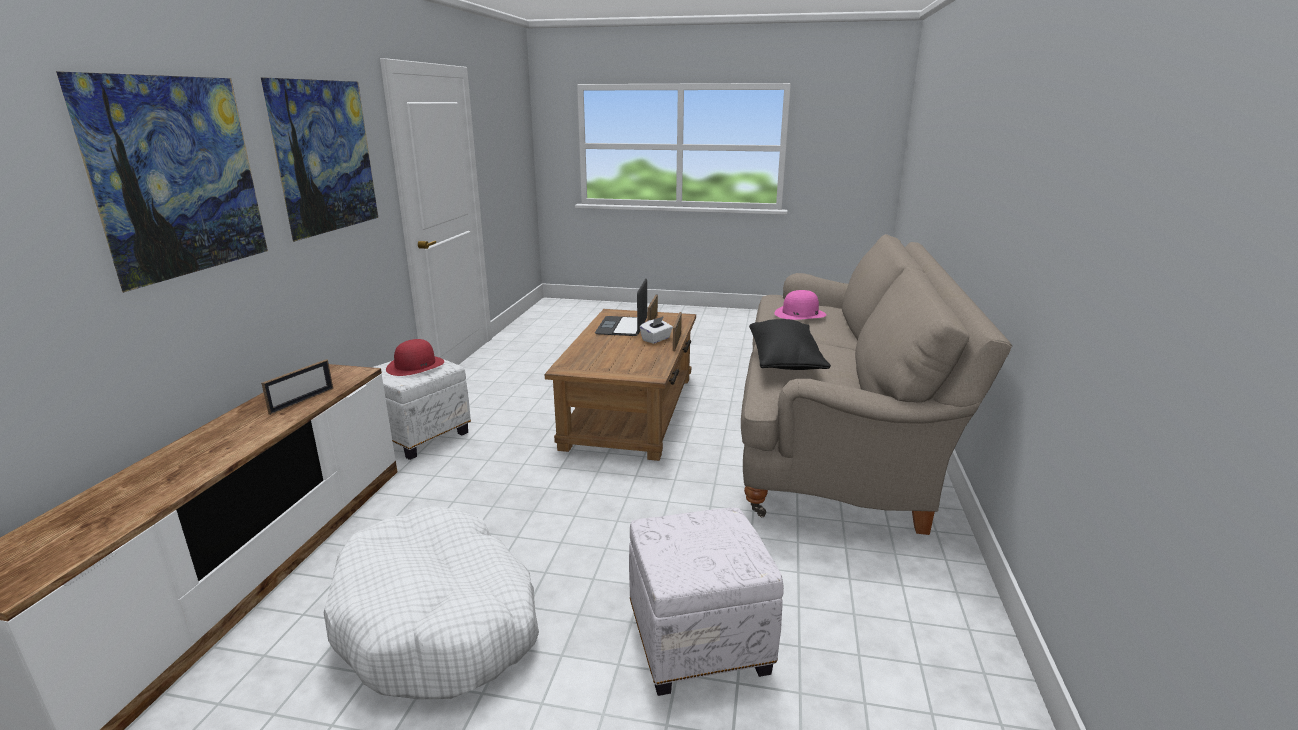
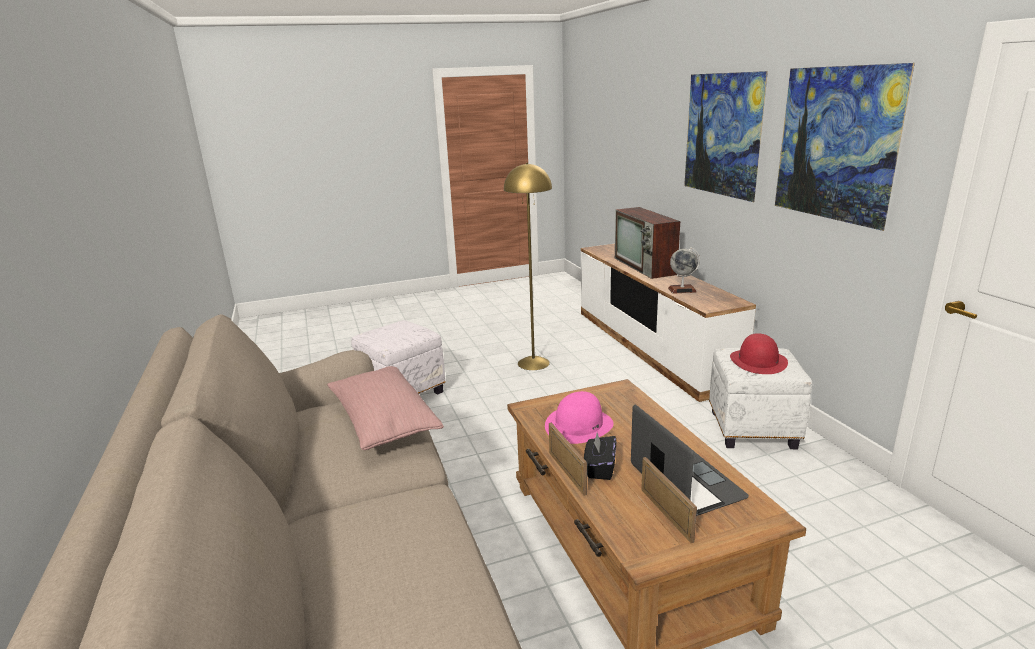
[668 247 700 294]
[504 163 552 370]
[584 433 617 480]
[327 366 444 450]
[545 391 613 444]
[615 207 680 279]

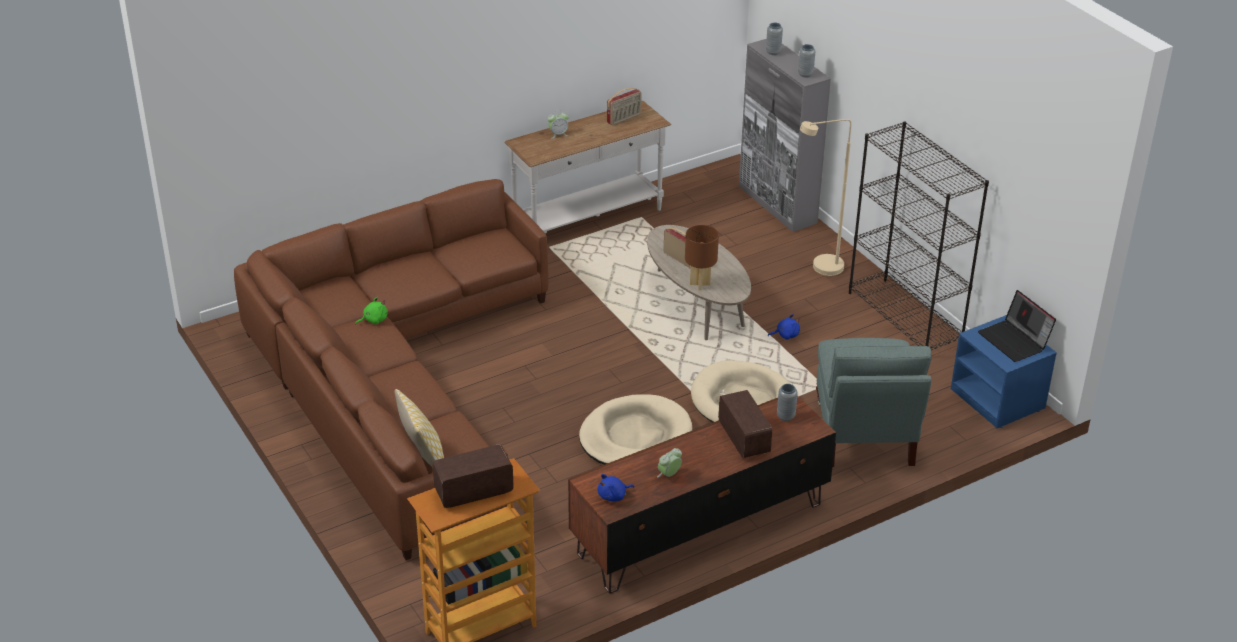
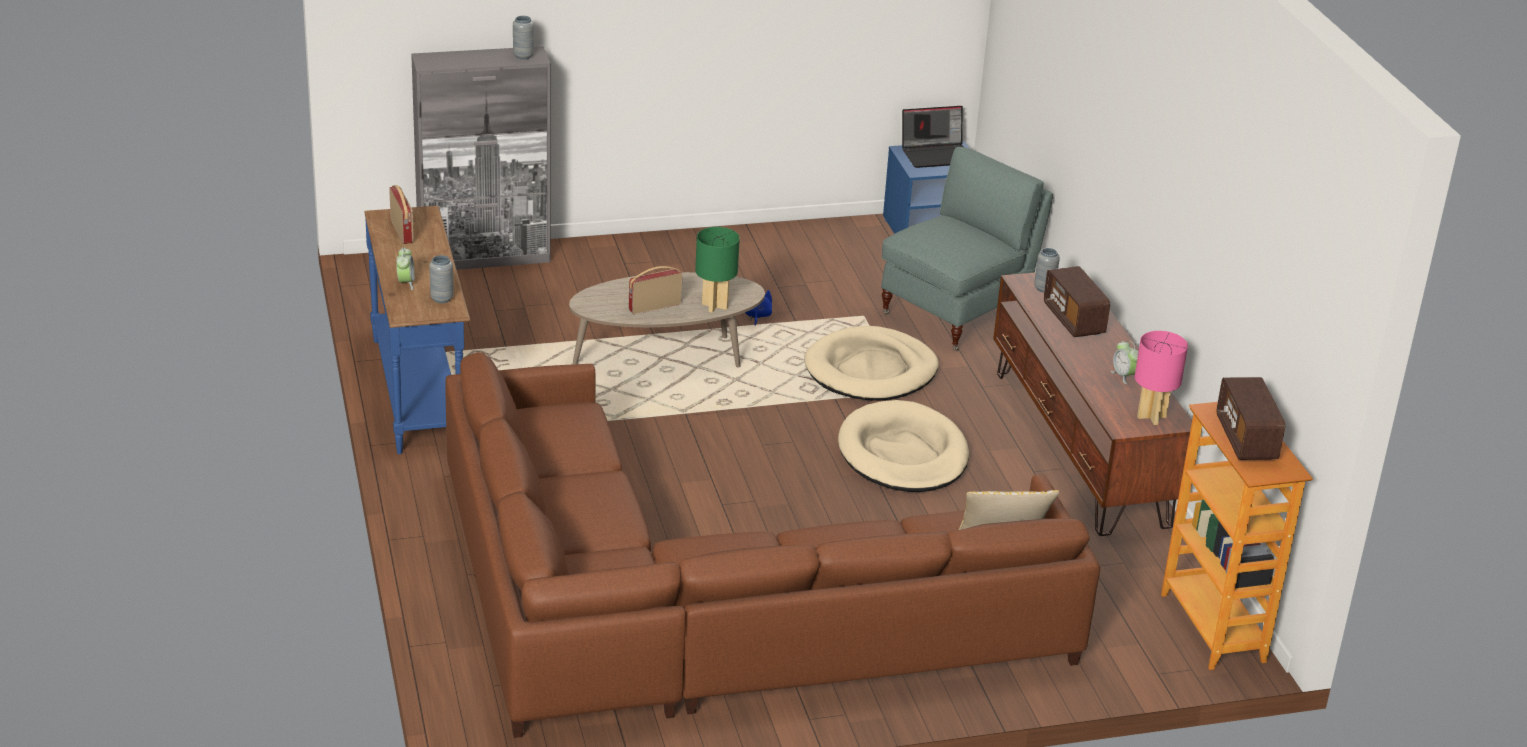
[355 297 388 325] (first image)
[364 206 471 454]
[1135 331 1188 425]
[695 227 740 313]
[1044 266 1110 337]
[429 255 454 303]
[800 119 852 276] (first image)
[881 147 1053 351]
[849 121 989 350] (first image)

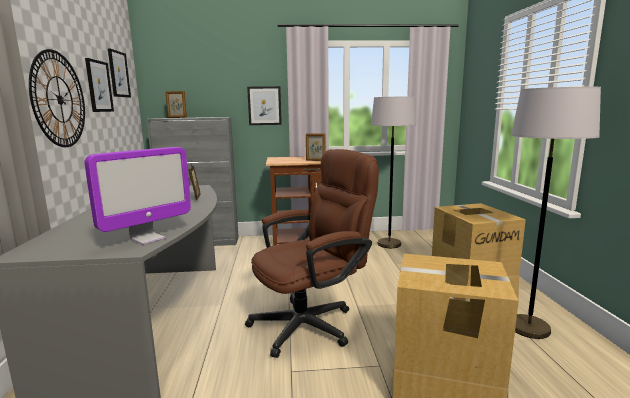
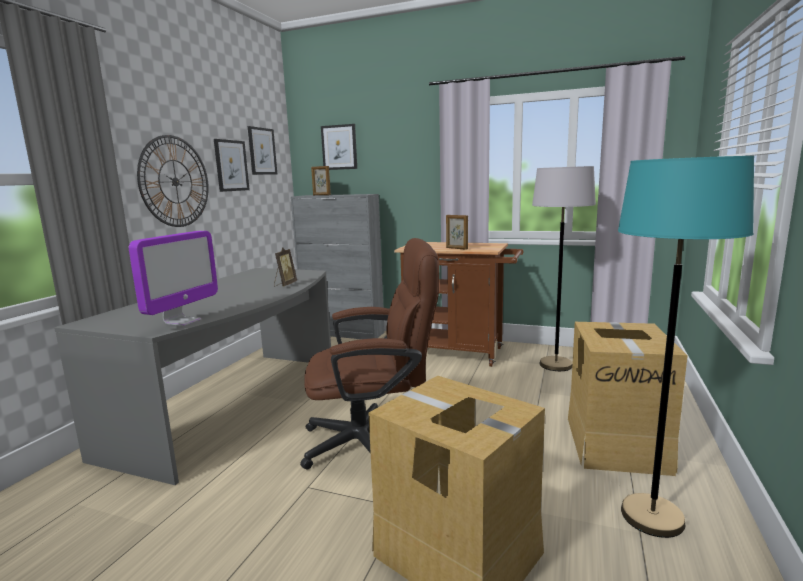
[129 231 218 326]
[321 124 357 170]
[618 156 754 538]

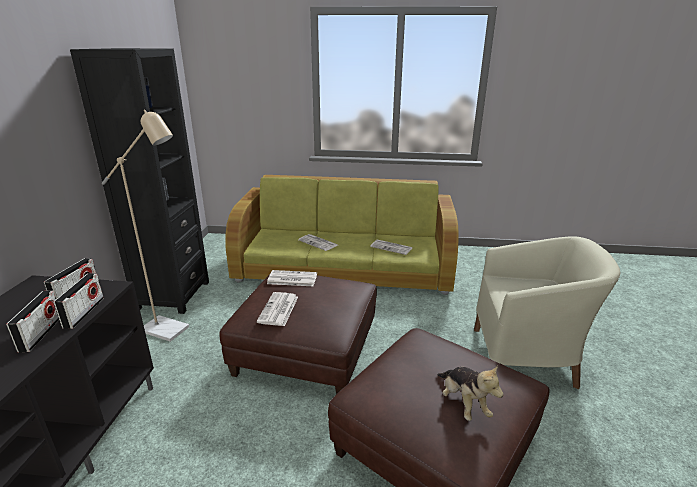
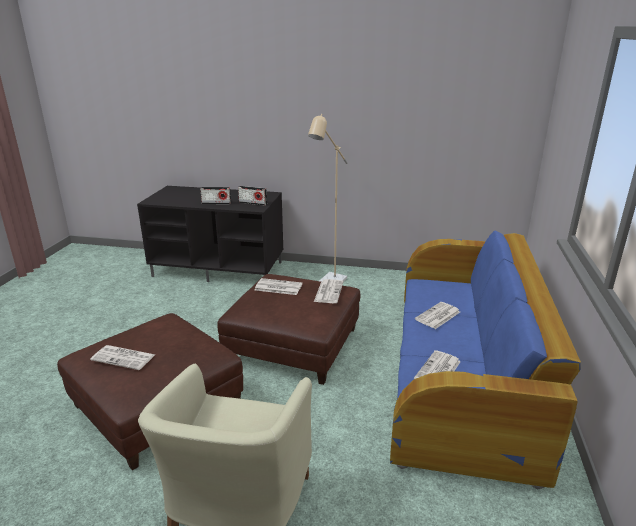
[54 273 104 329] (first image)
[70 48 209 314] (first image)
[390 231 581 489]
[90 345 155 370]

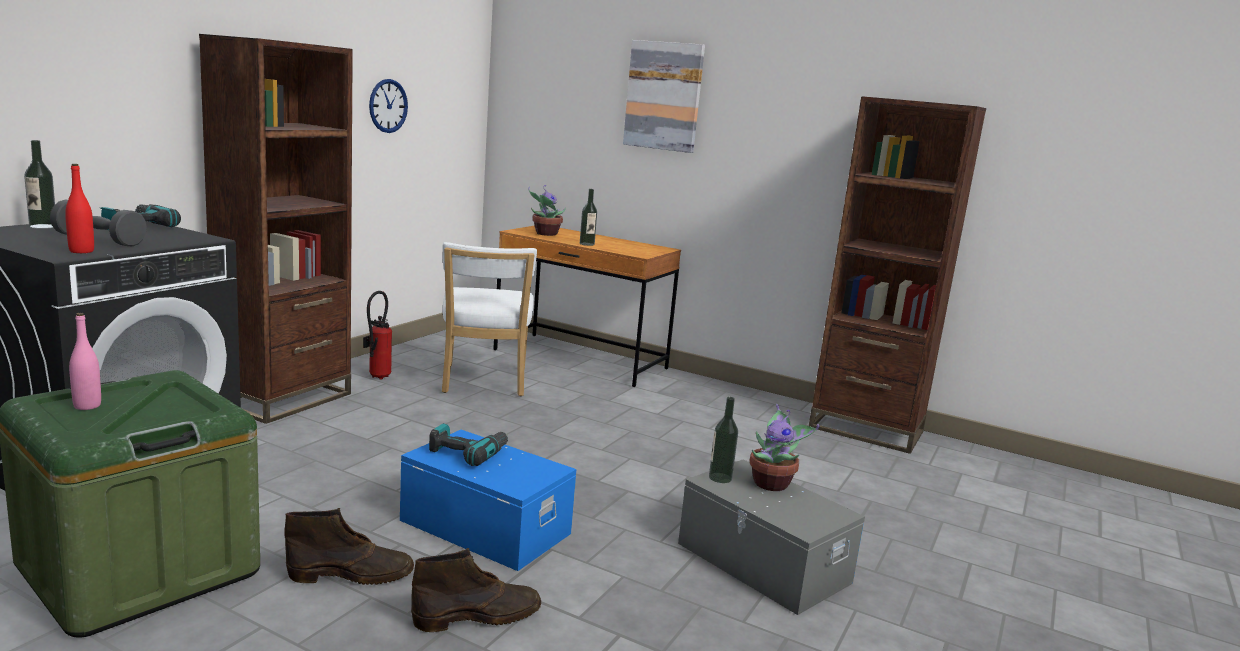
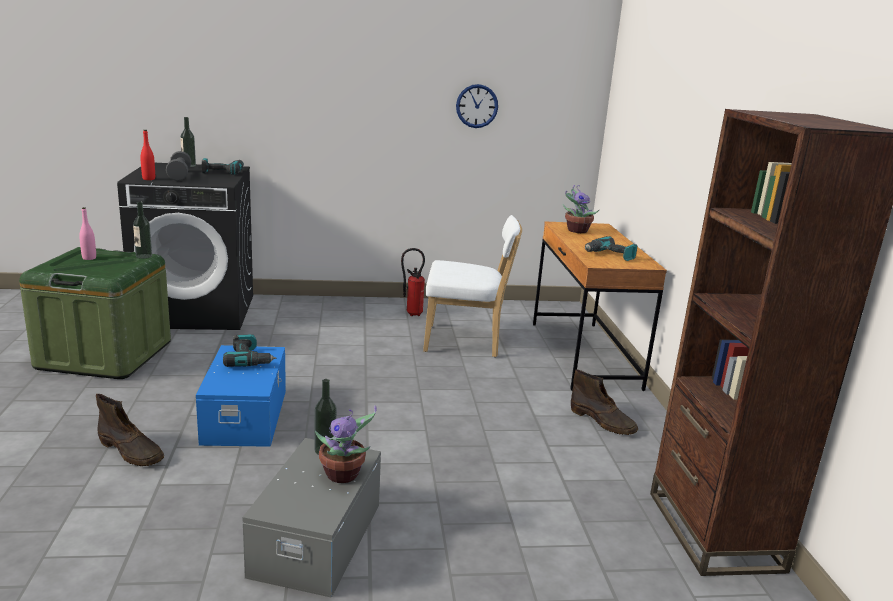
[199 34 353 424] (first image)
[571 369 638 435]
[423 215 522 357]
[133 202 152 259]
[623 40 705 153] (first image)
[585 236 637 261]

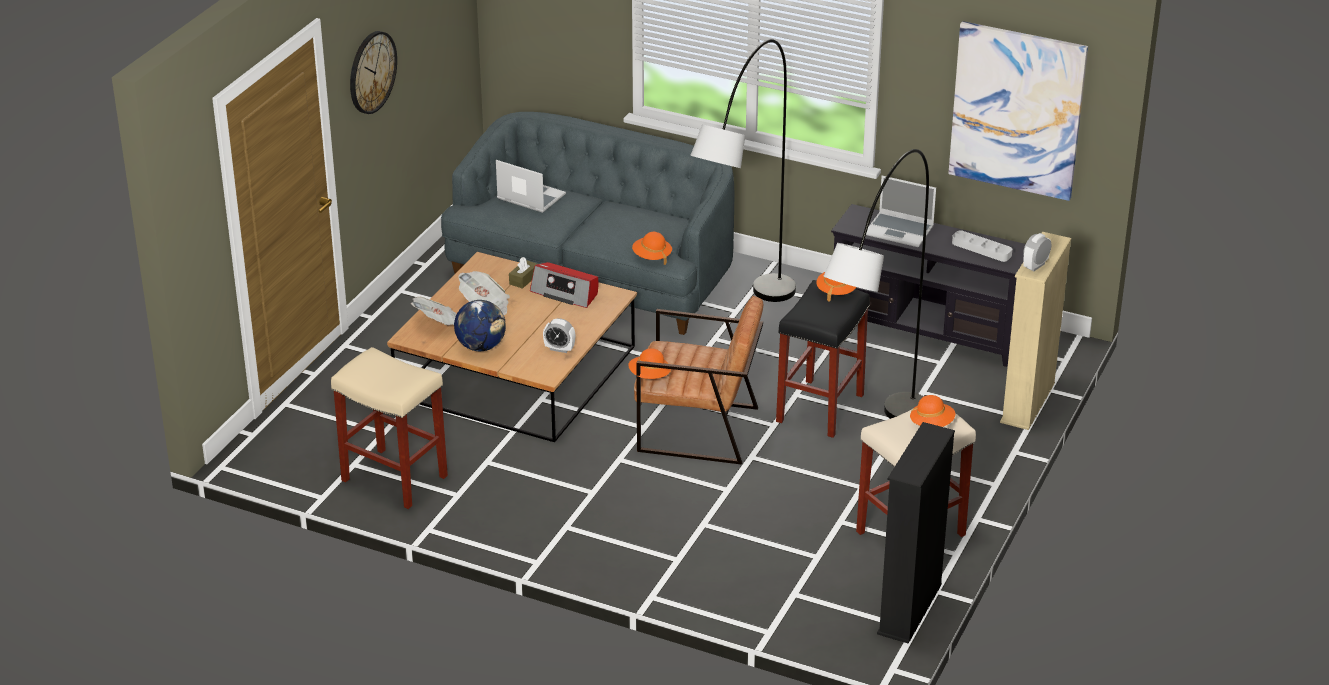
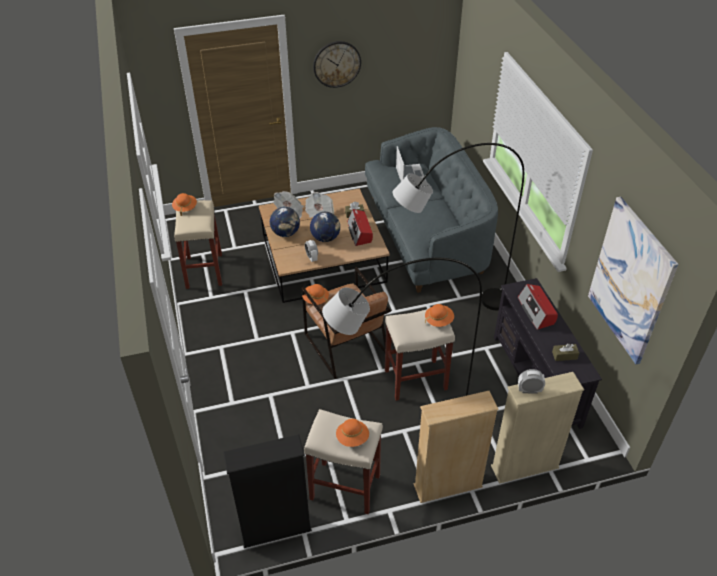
[172 193 197 216]
[385 309 455 401]
[518 284 558 330]
[552 344 579 361]
[310 212 340 242]
[414 391 499 503]

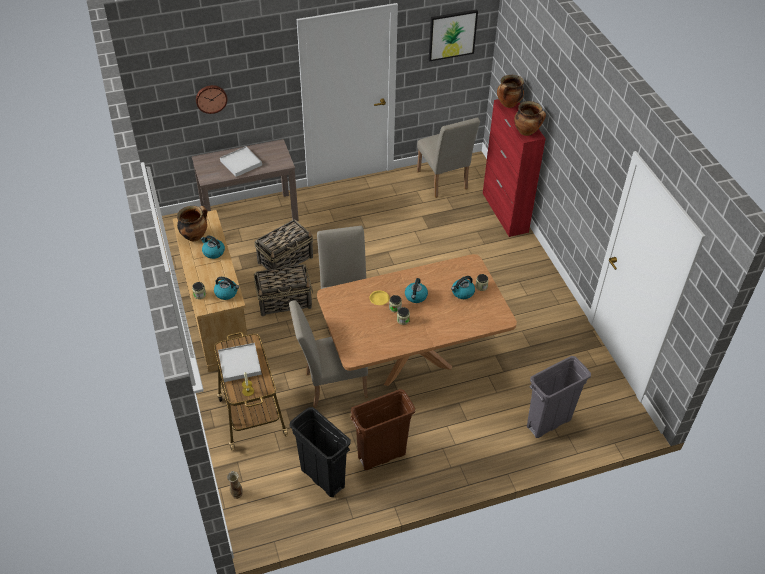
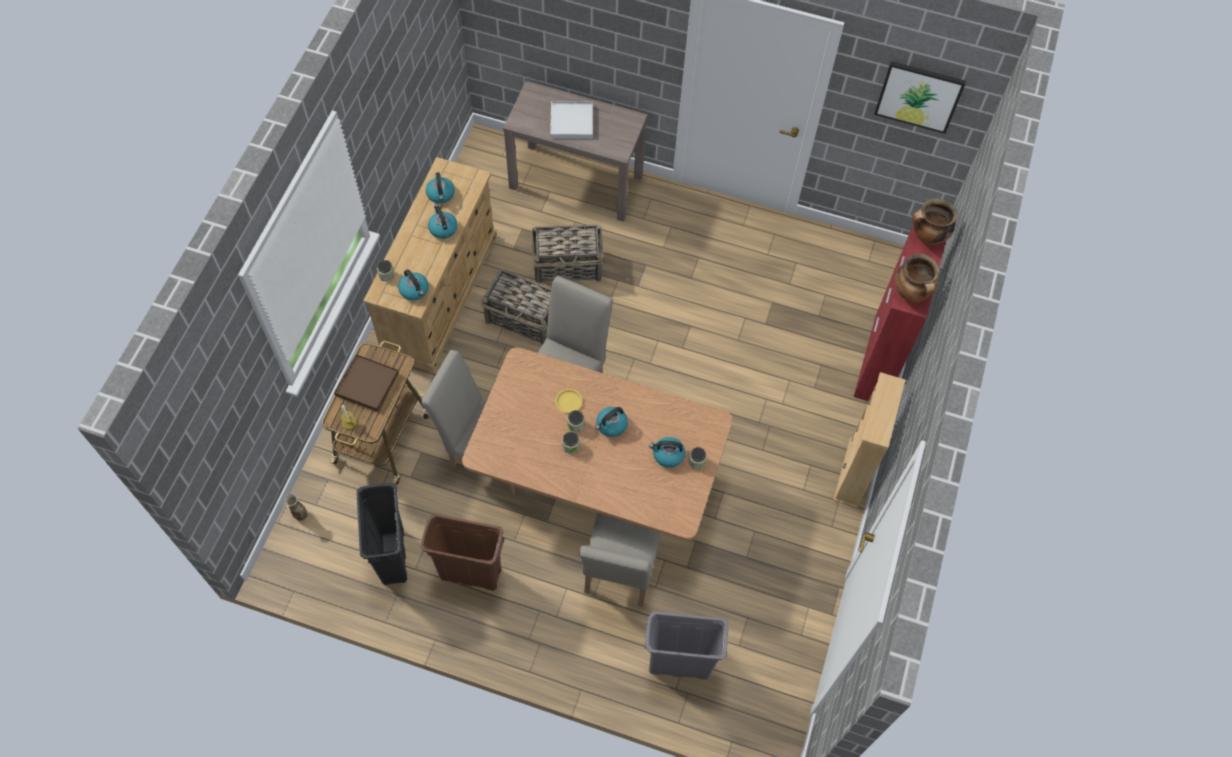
[426 172 455 204]
[196 85 227 114] (first image)
[334 354 399 412]
[579 512 661 607]
[833 372 906 508]

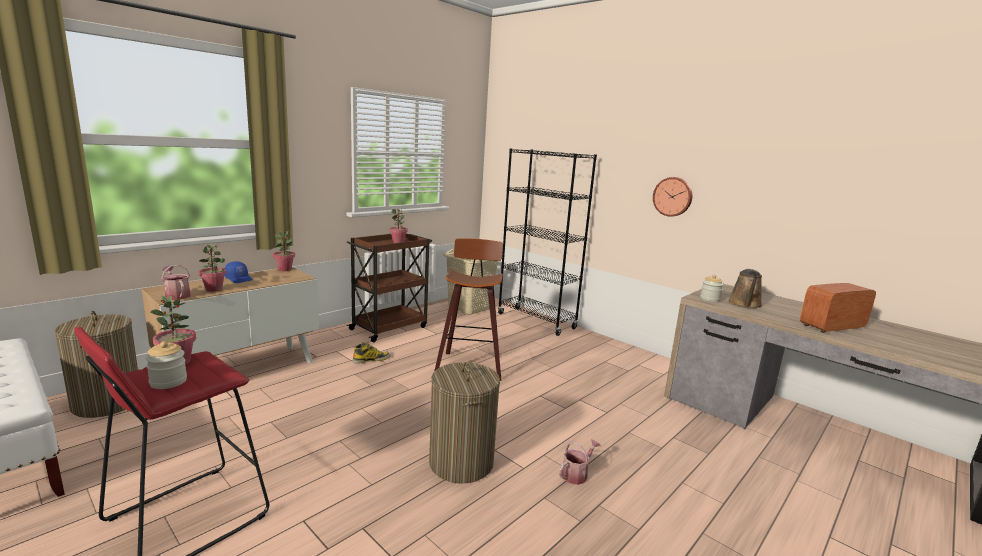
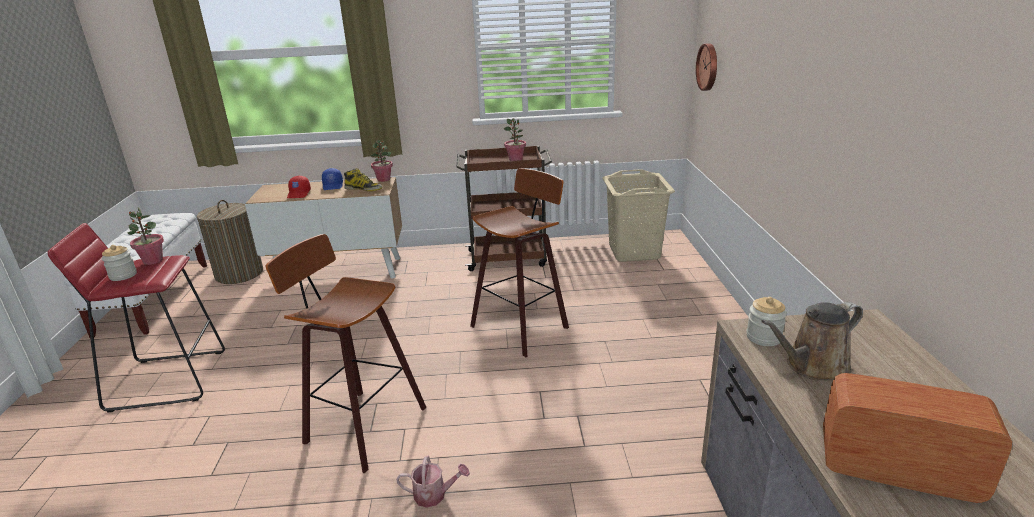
[162 265 191 300] (first image)
[287 176 311 198]
[344 168 383 191]
[266 234 426 474]
[498 148 597 336] (first image)
[696 43 717 91]

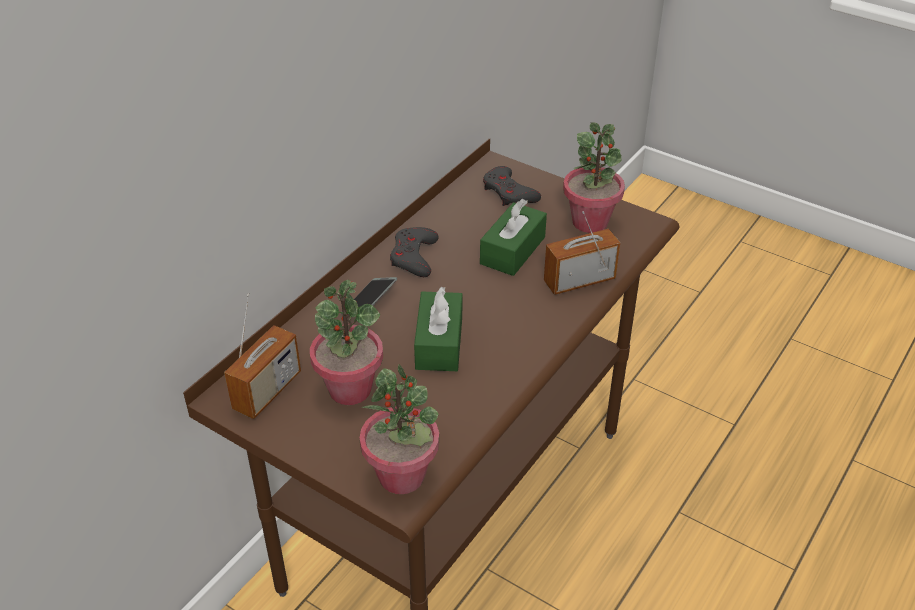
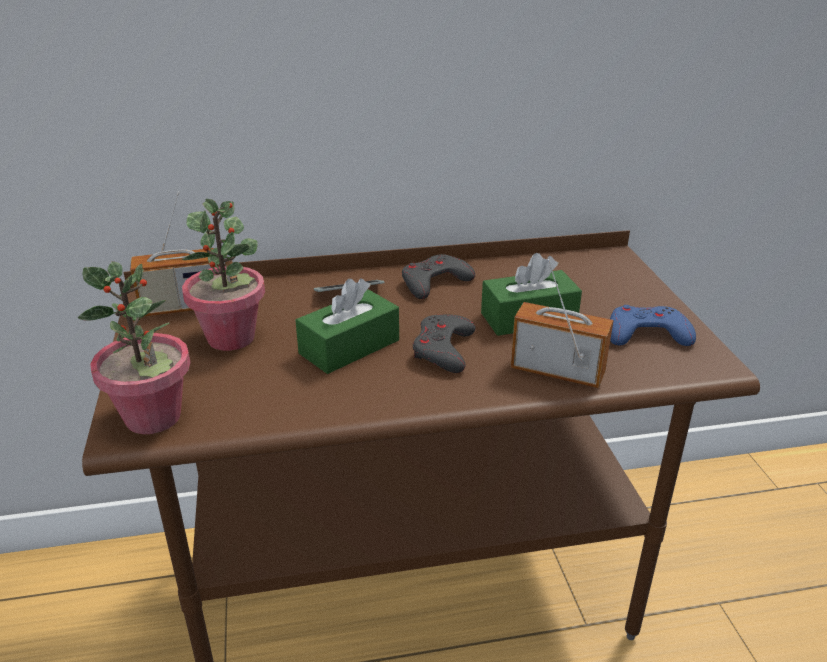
[413 314 476 373]
[610 305 696 346]

